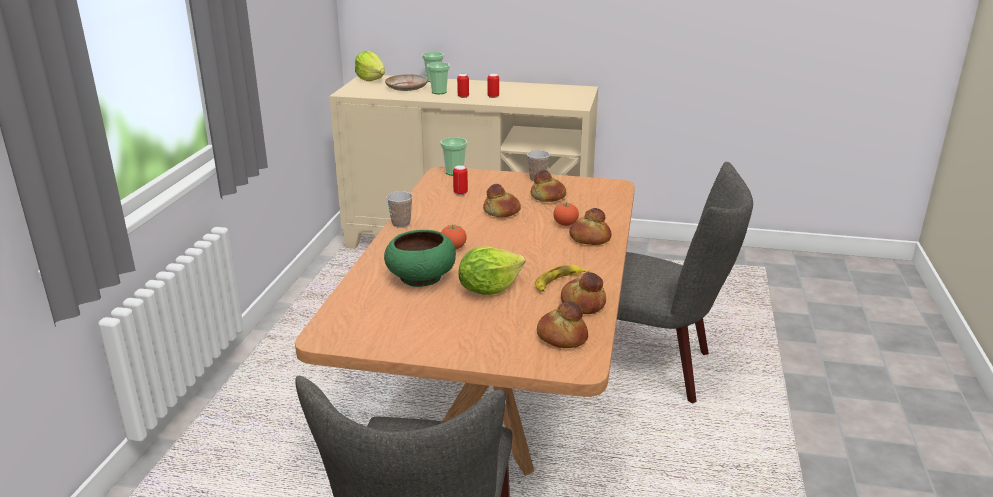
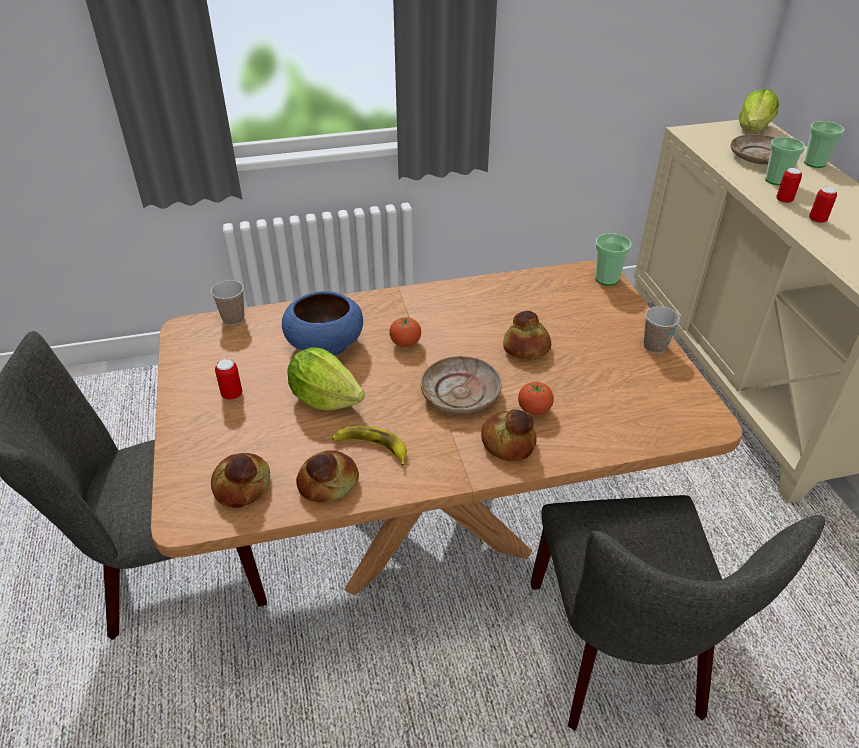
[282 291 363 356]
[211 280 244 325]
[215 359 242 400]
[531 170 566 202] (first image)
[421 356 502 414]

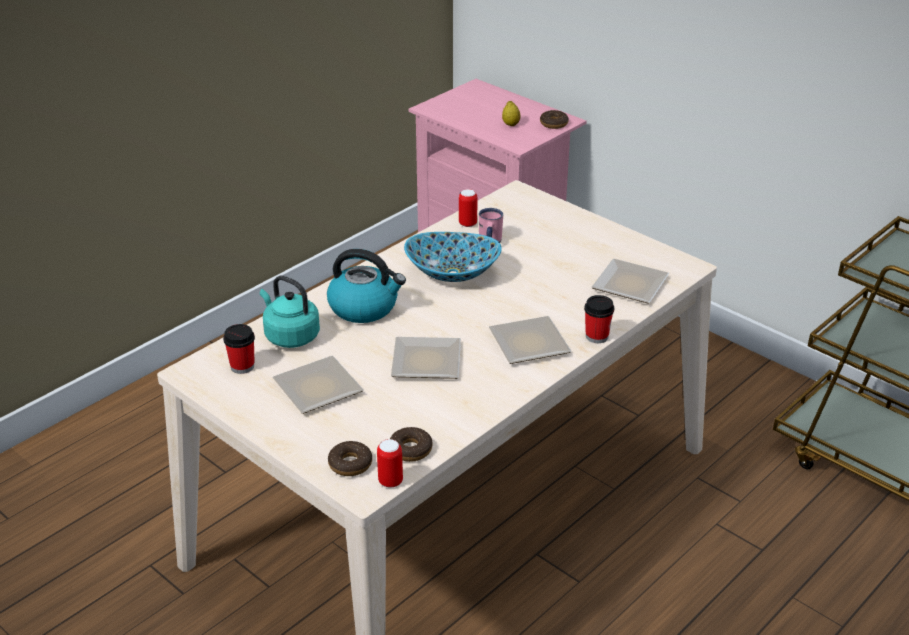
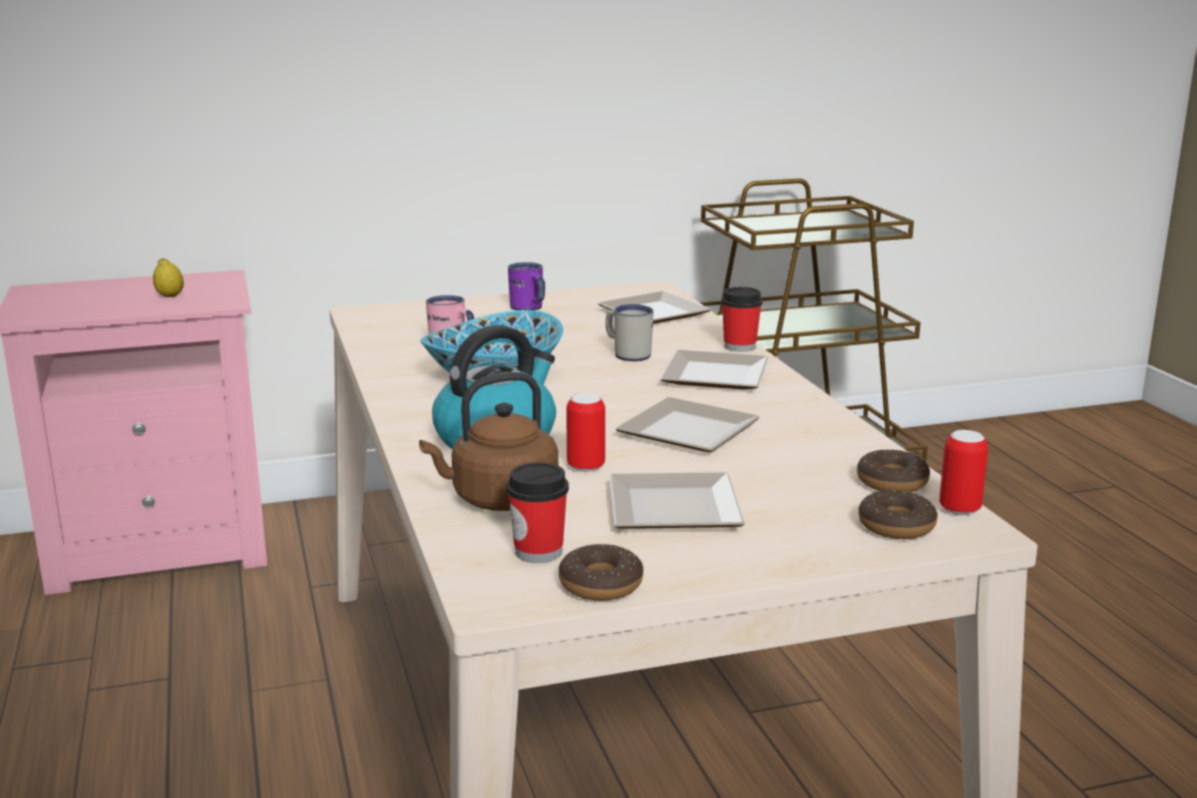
[419 372 558 511]
[566 393 605 472]
[559 544 643 601]
[508 262 545 310]
[606 304 654 361]

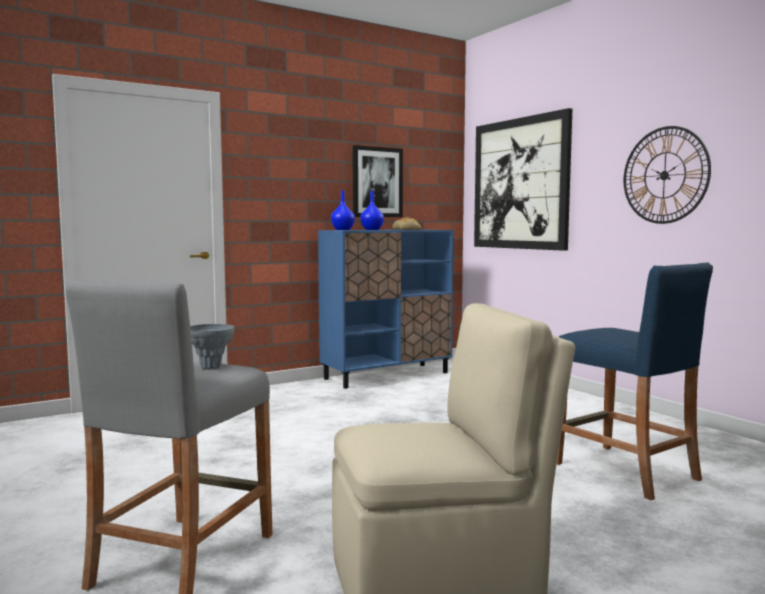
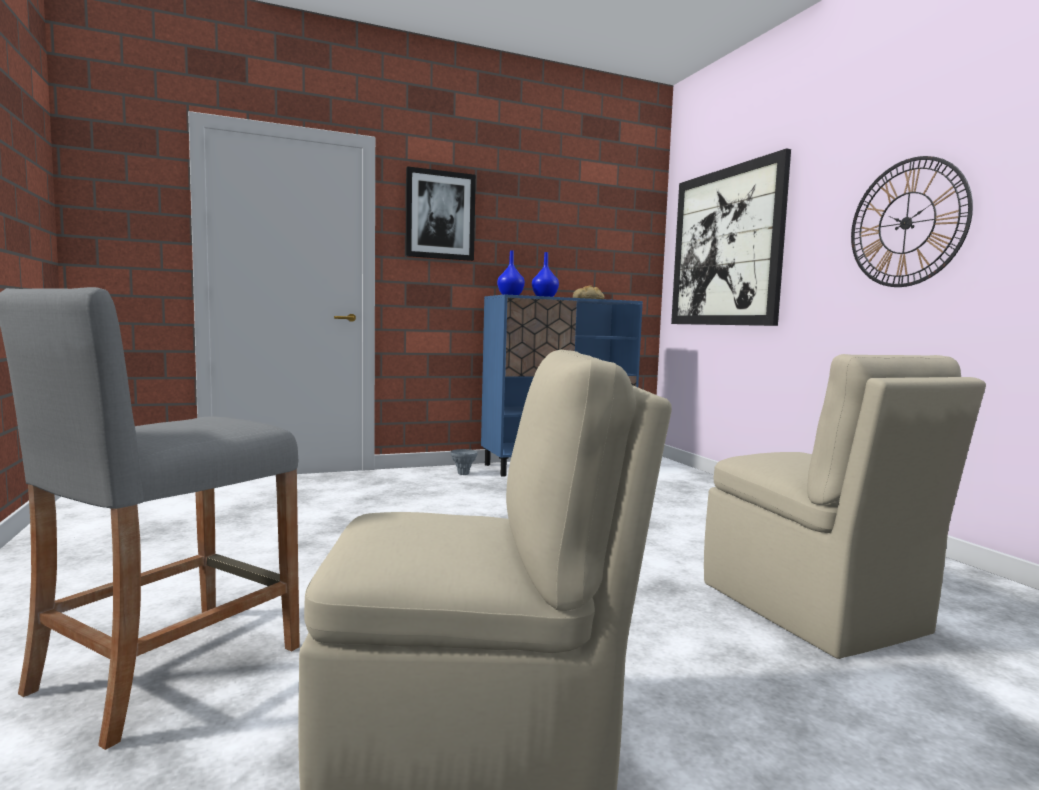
[451 449 477 475]
[405 166 476 261]
[704 354 986 659]

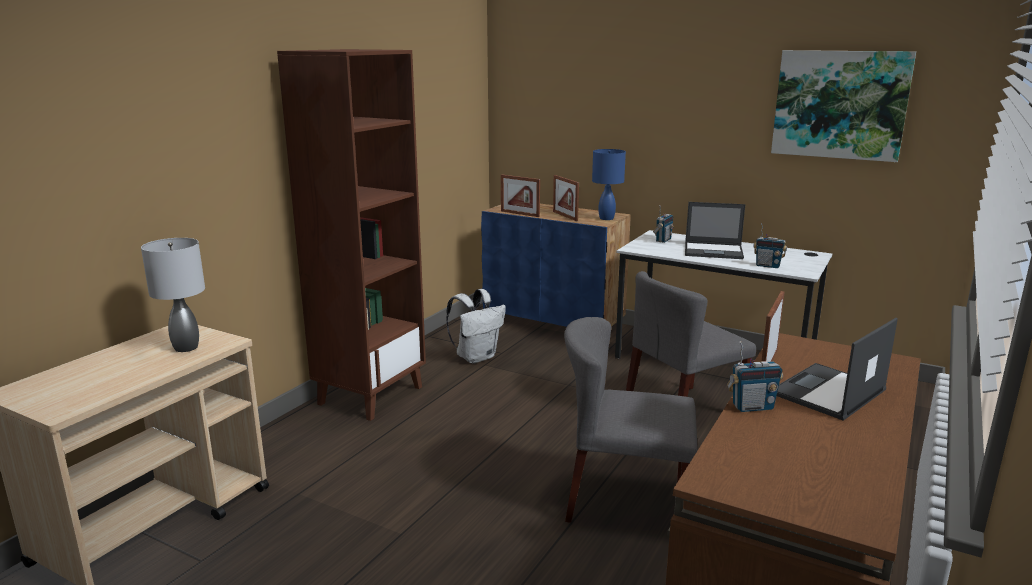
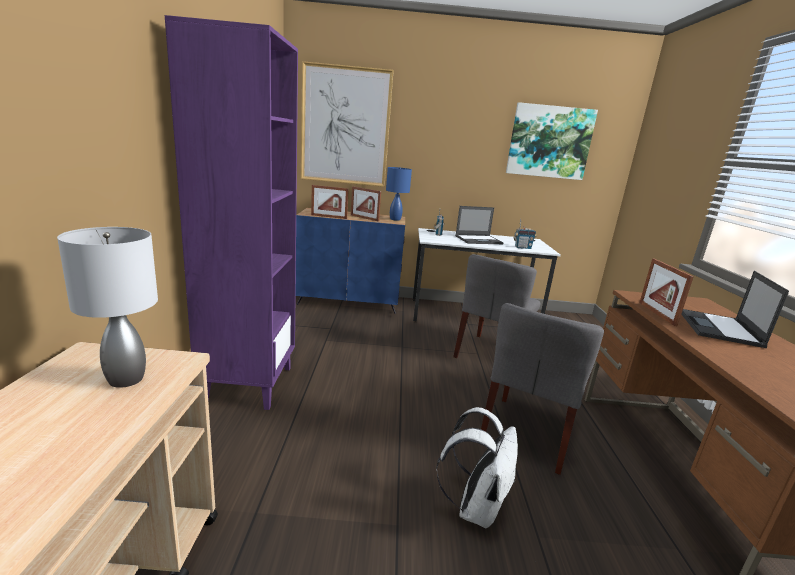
[165 15 298 410]
[436 407 518 528]
[481 303 604 475]
[727 341 783 412] (first image)
[301 61 394 187]

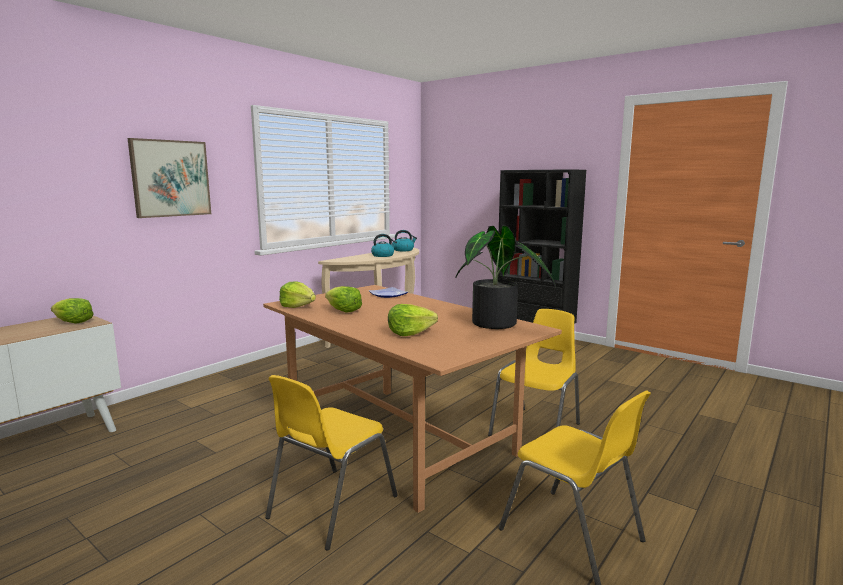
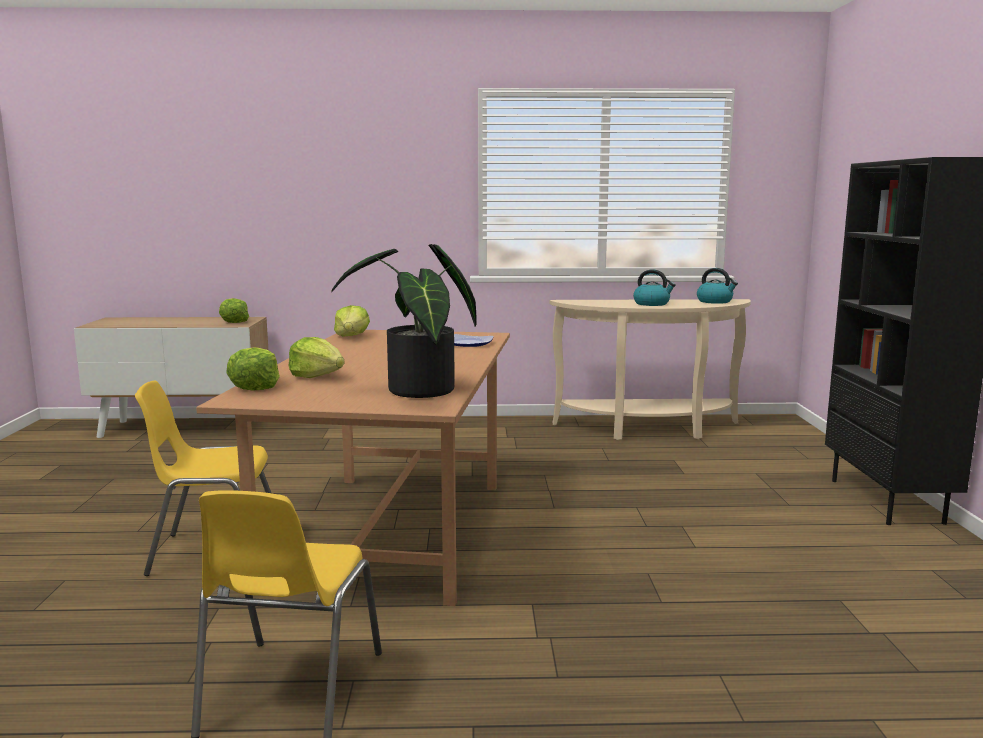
[128 138 211 218] (first image)
[226 347 280 391]
[488 309 580 436] (first image)

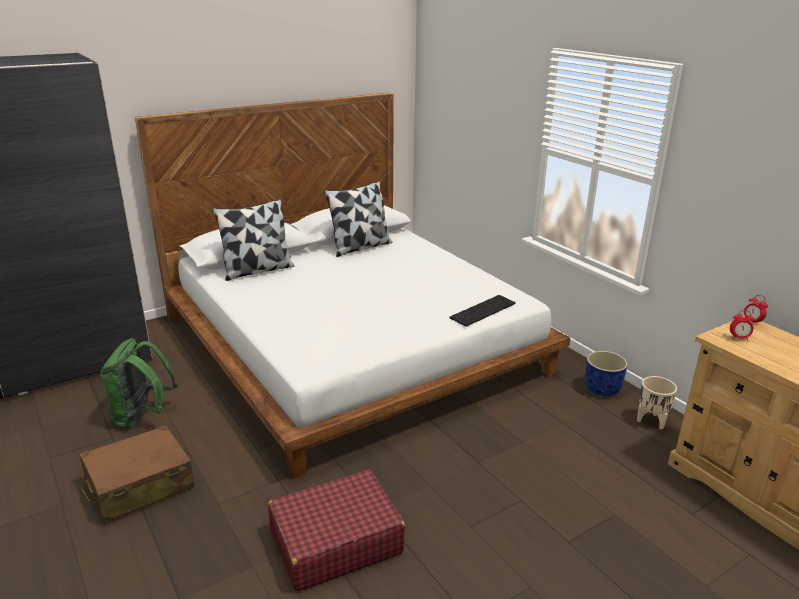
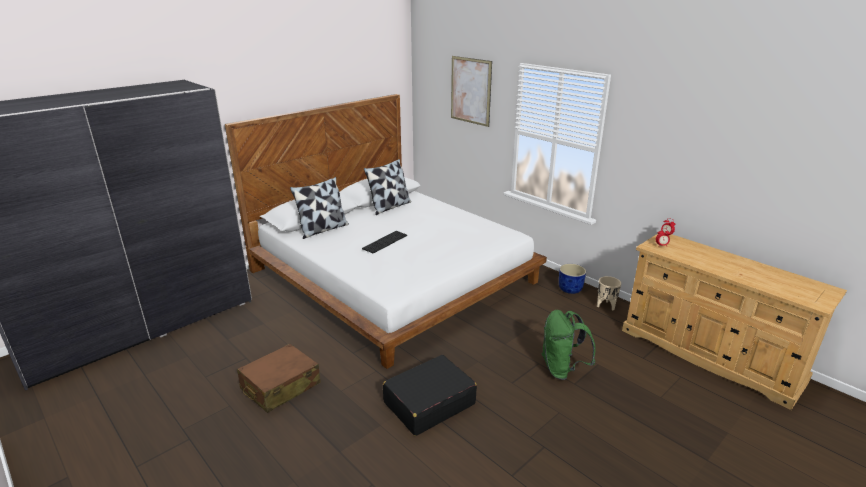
[542 310 596 380]
[383 355 477 436]
[362 231 407 253]
[451 56 492 127]

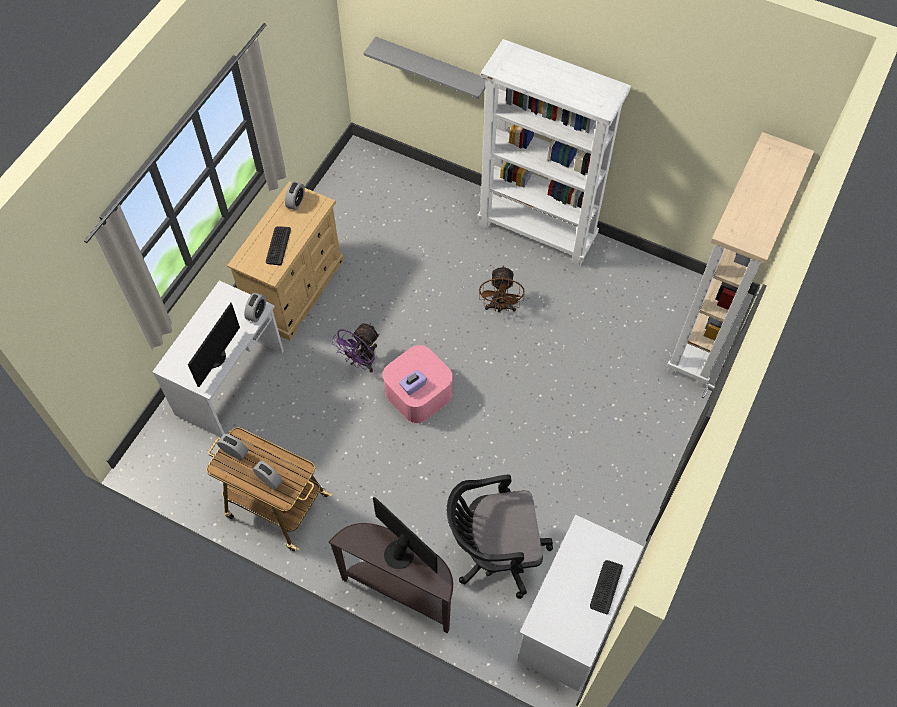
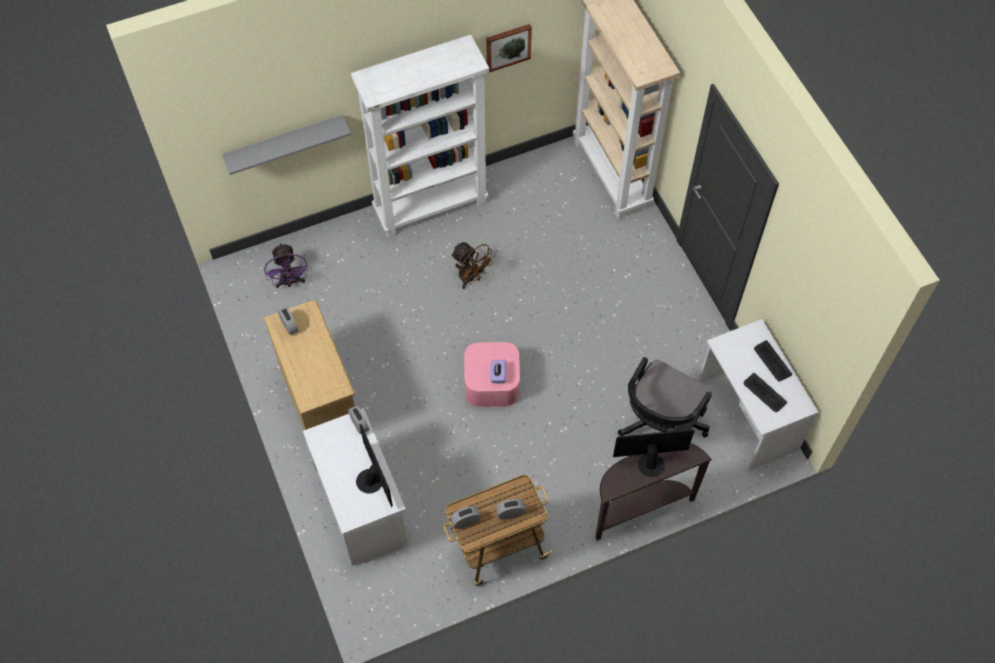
[744 373 787 412]
[264 243 308 288]
[486 24 532 72]

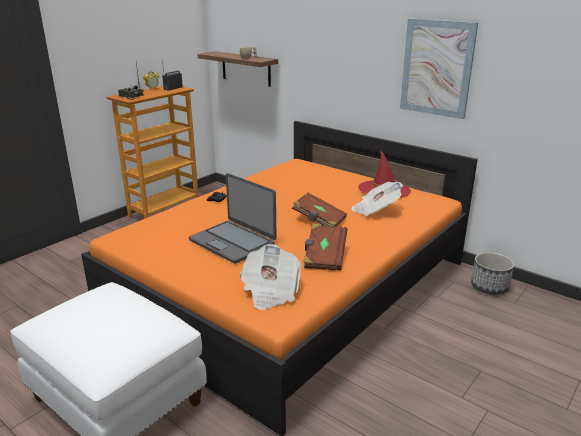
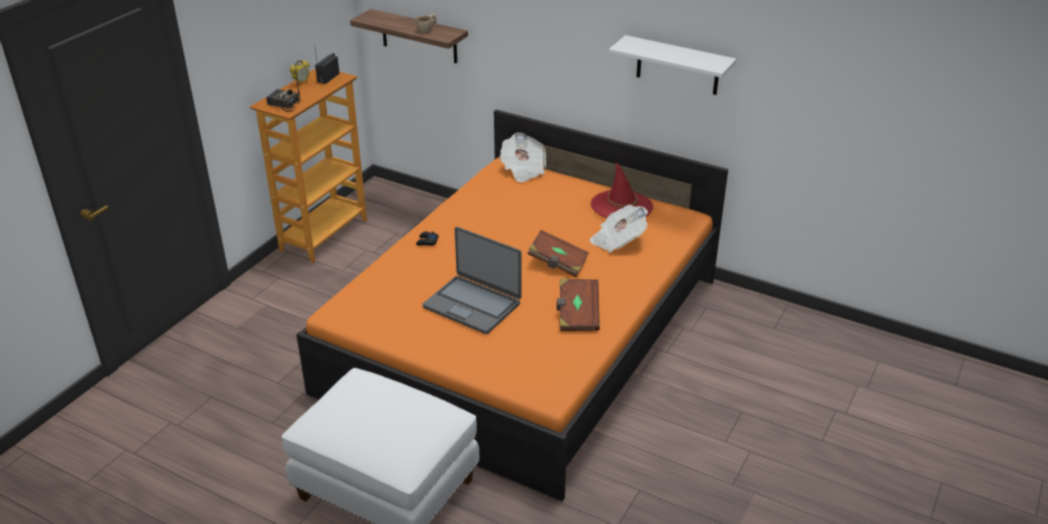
[499 132 546 182]
[609 35 736 95]
[471 252 514 295] (first image)

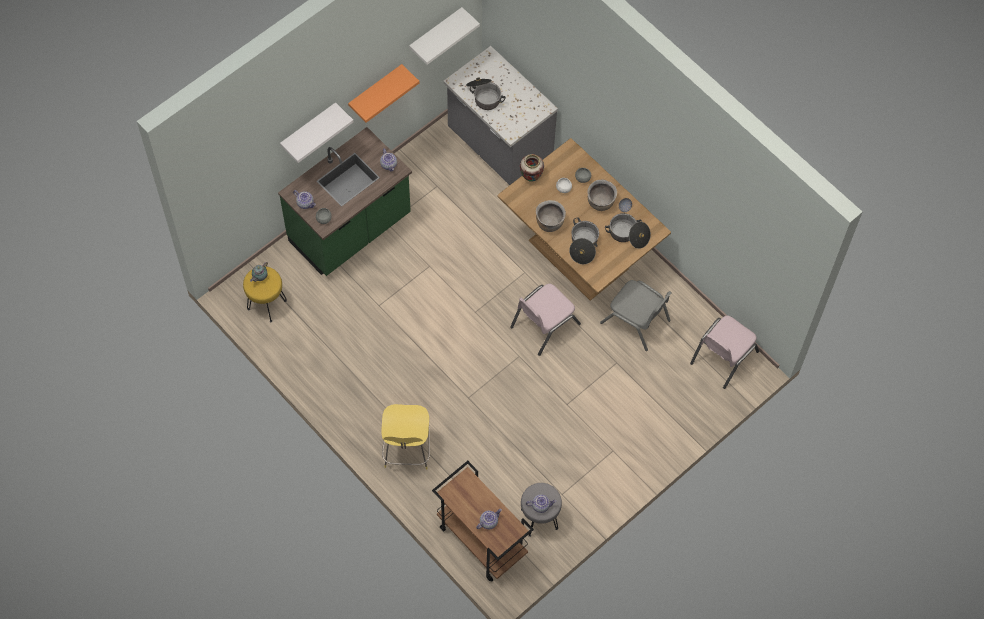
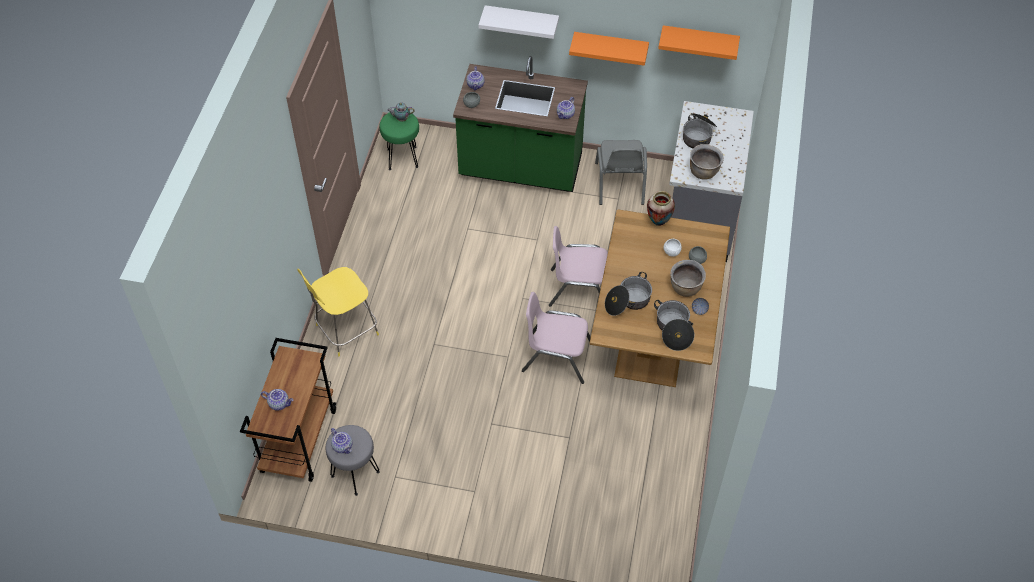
[380 112 419 170]
[658 25 740 60]
[690 144 724 180]
[595 140 647 205]
[549 226 608 307]

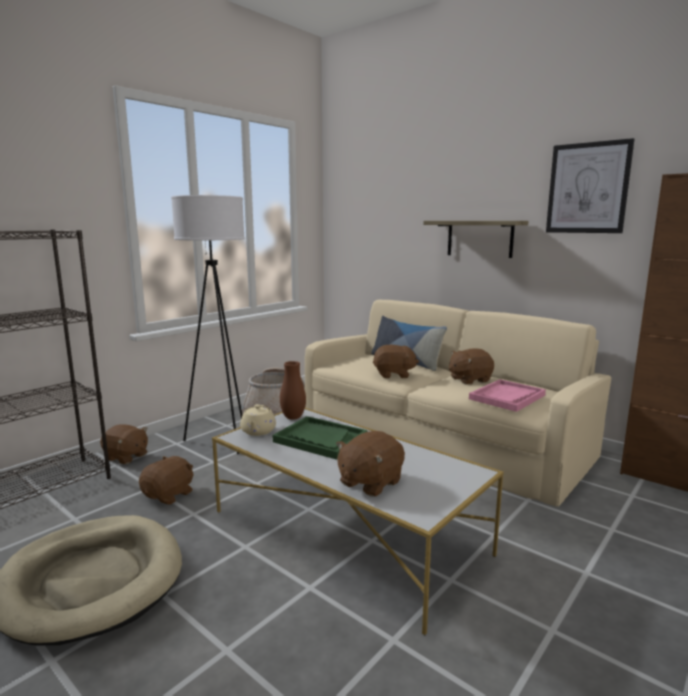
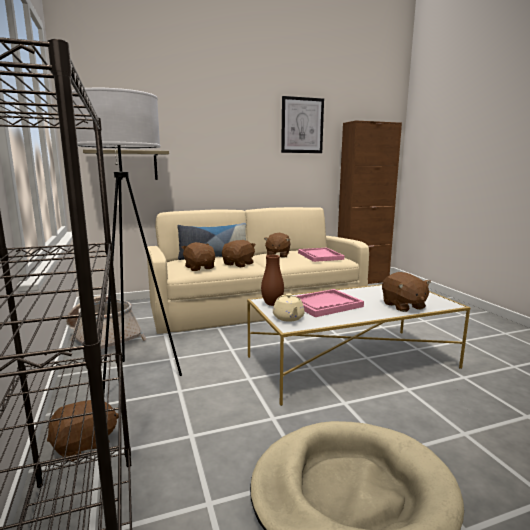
[181 242 215 271]
[273 293 305 321]
[296 289 364 317]
[83 149 169 180]

